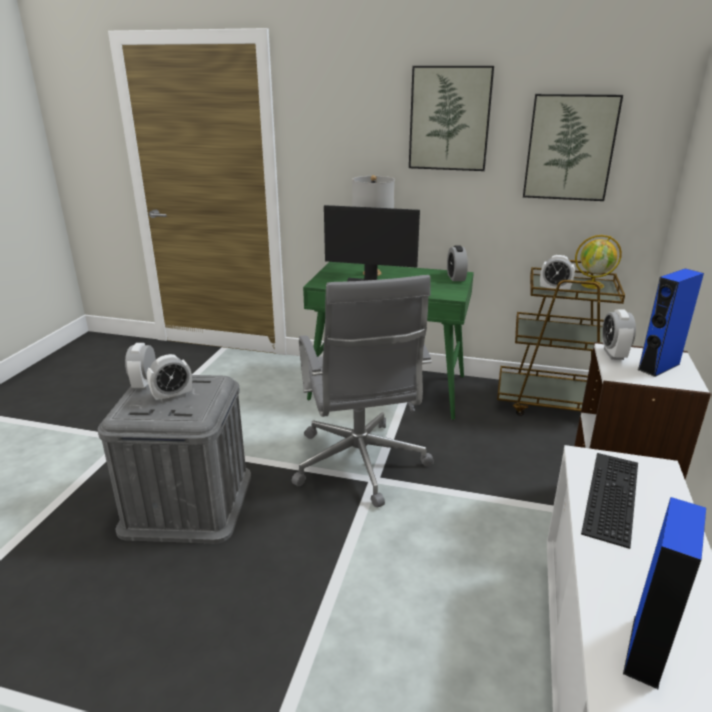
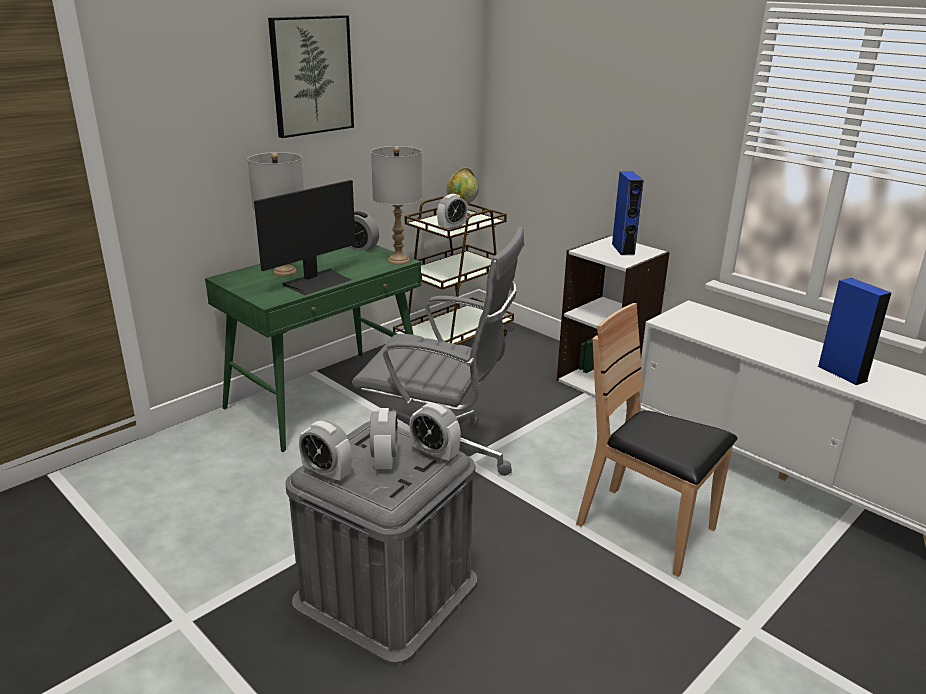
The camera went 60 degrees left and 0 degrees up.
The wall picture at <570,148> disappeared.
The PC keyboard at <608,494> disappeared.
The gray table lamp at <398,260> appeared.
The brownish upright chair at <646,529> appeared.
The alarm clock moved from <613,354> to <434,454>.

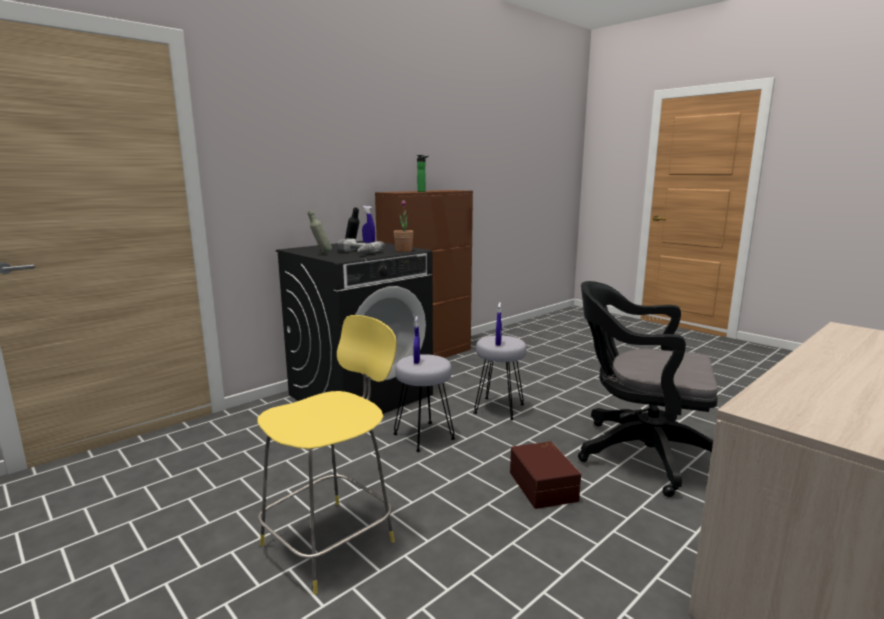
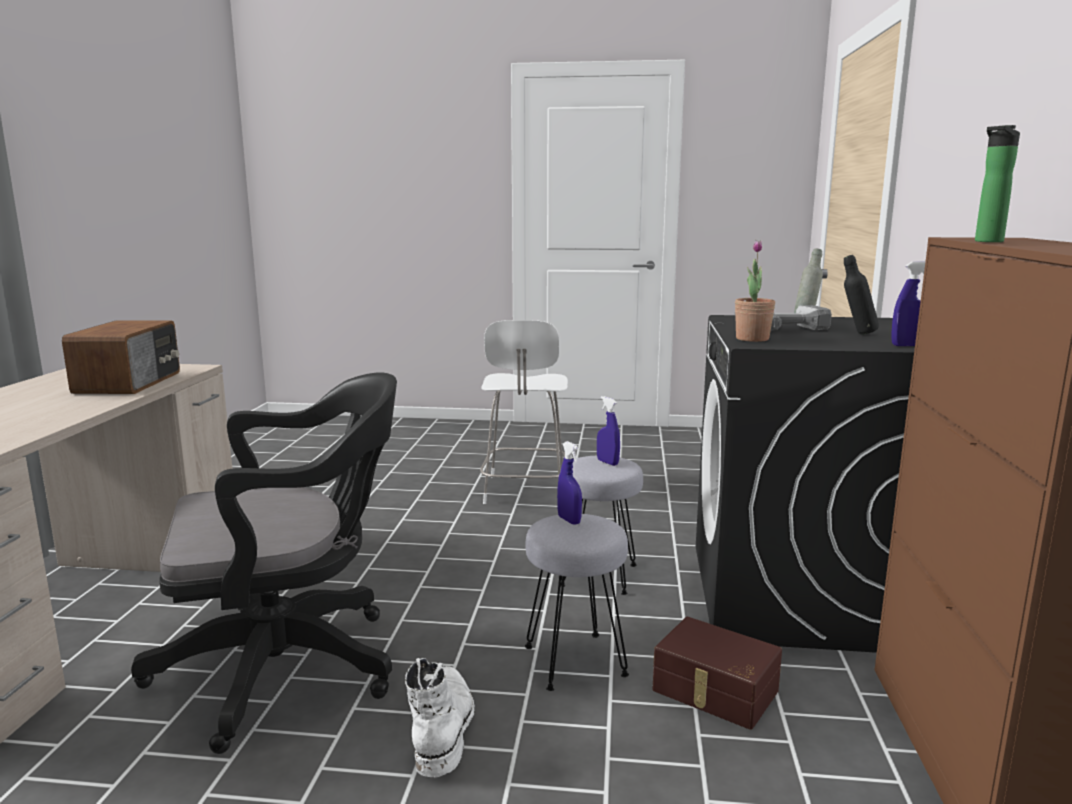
The camera went 140 degrees right and 0 degrees up.
The radio set at <130,382> appeared.
The whitish high-top boot at <443,727> appeared.
The brownish storage container moved from <544,486> to <714,692>.
The yellowish stool seat at <332,540> became the whitish stool seat at <525,491>.

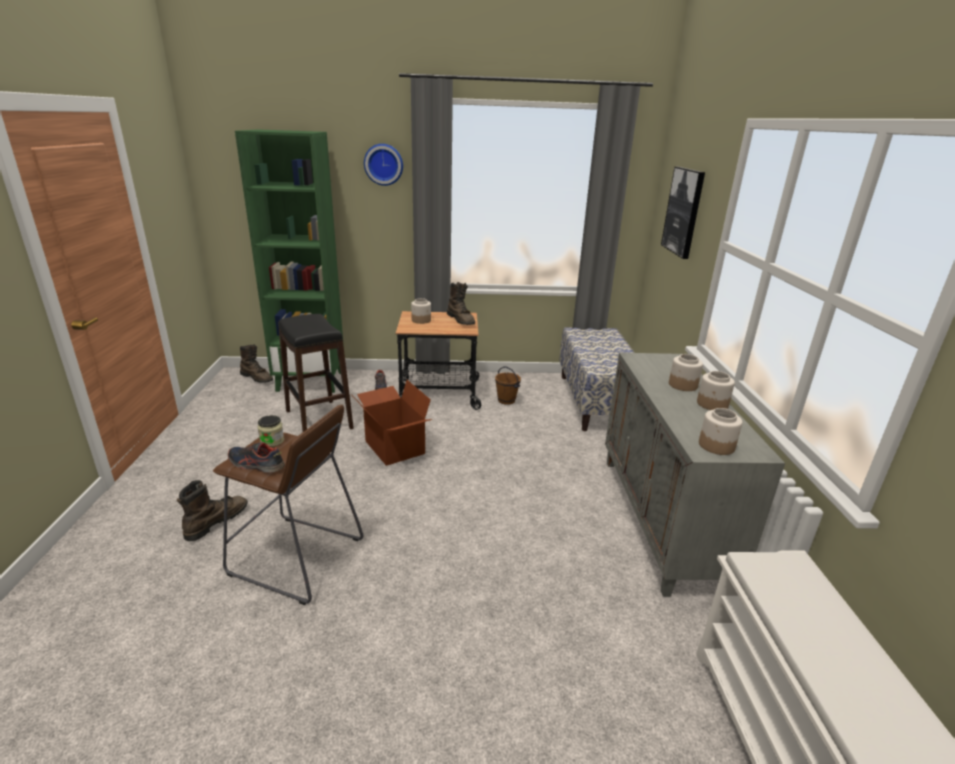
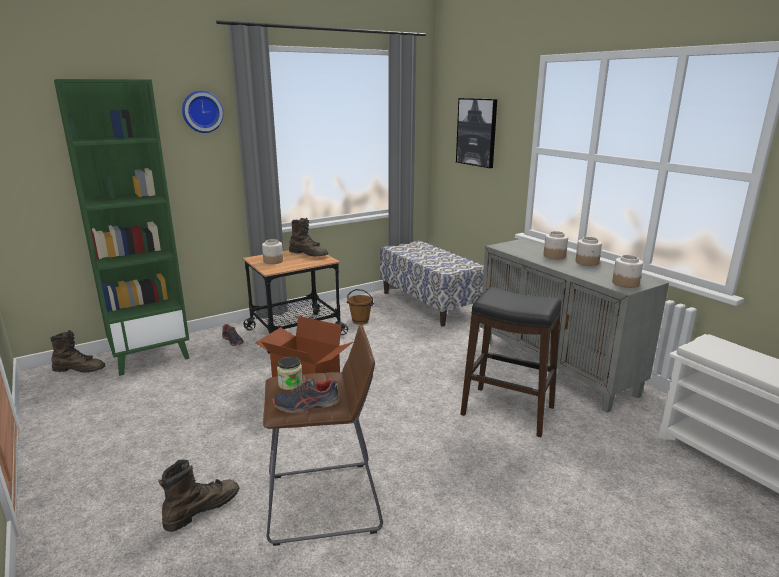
The camera went 30 degrees left and 5 degrees down.
The blackish stool seat moved from <319,420> to <508,411>.
The brownish high-top boot at <216,521> turned 45 degrees clockwise.

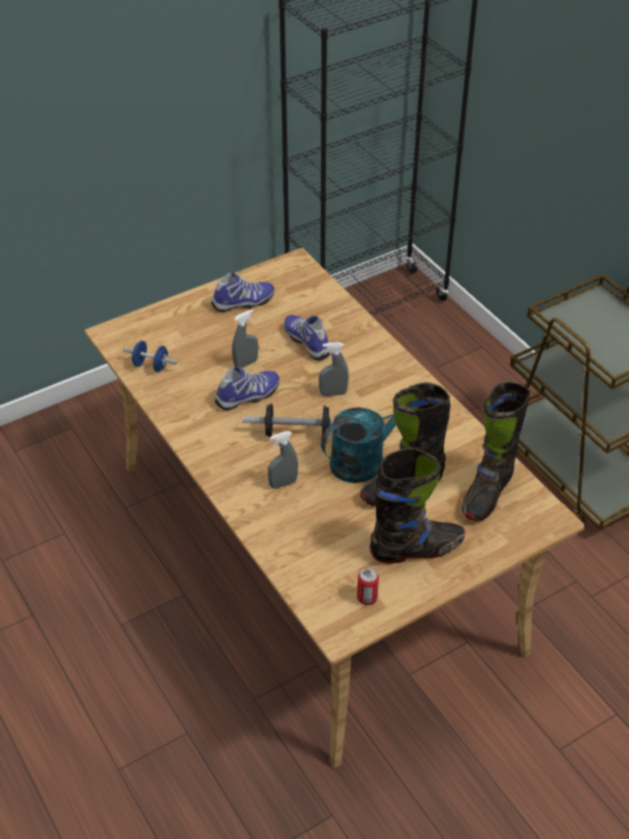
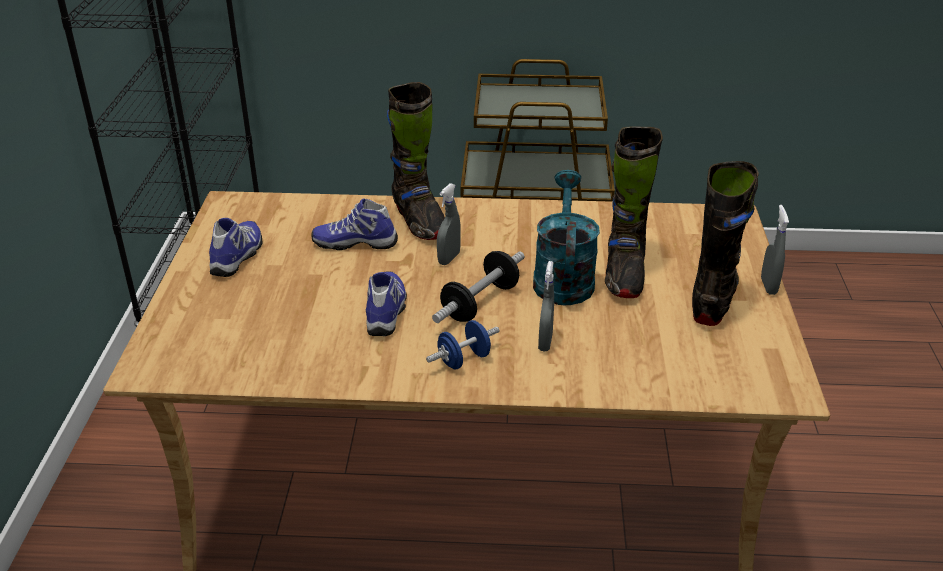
The camera went 55 degrees left and 10 degrees down.
The sealed can at <367,598> disappeared.
The bluish dumbbell moved from <151,366> to <464,360>.
The gray sprayer moved from <246,363> to <768,286>.
The blackish high-top boot moved from <487,493> to <419,221>.

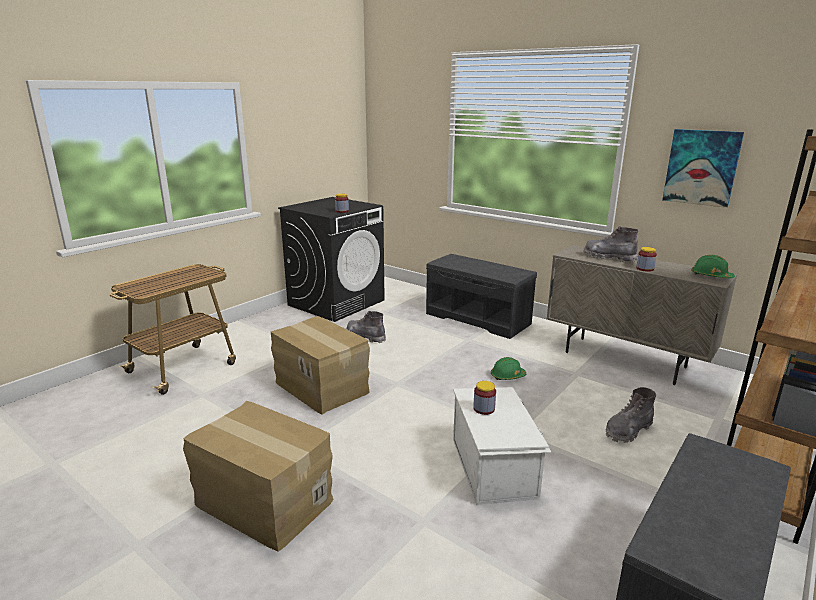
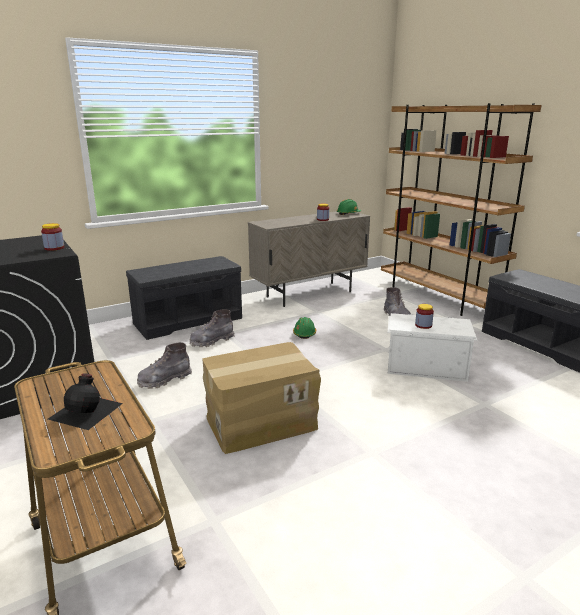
The camera went 70 degrees left and 0 degrees up.
The carton at <263,503> disappeared.
The wall picture at <701,167> disappeared.
The blackish drink bottle at <87,410> appeared.
The gray high-top boot moved from <609,257> to <212,341>.

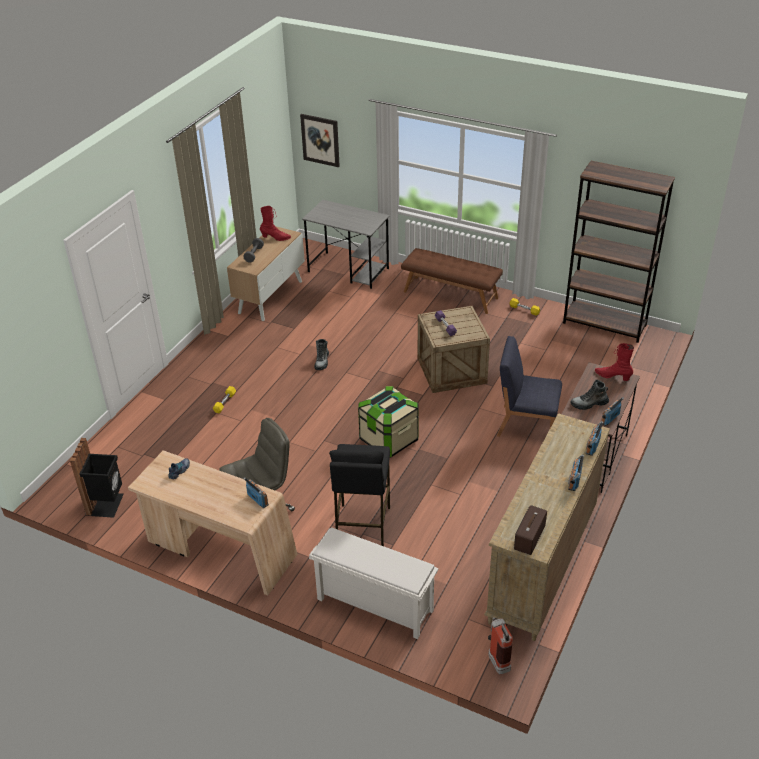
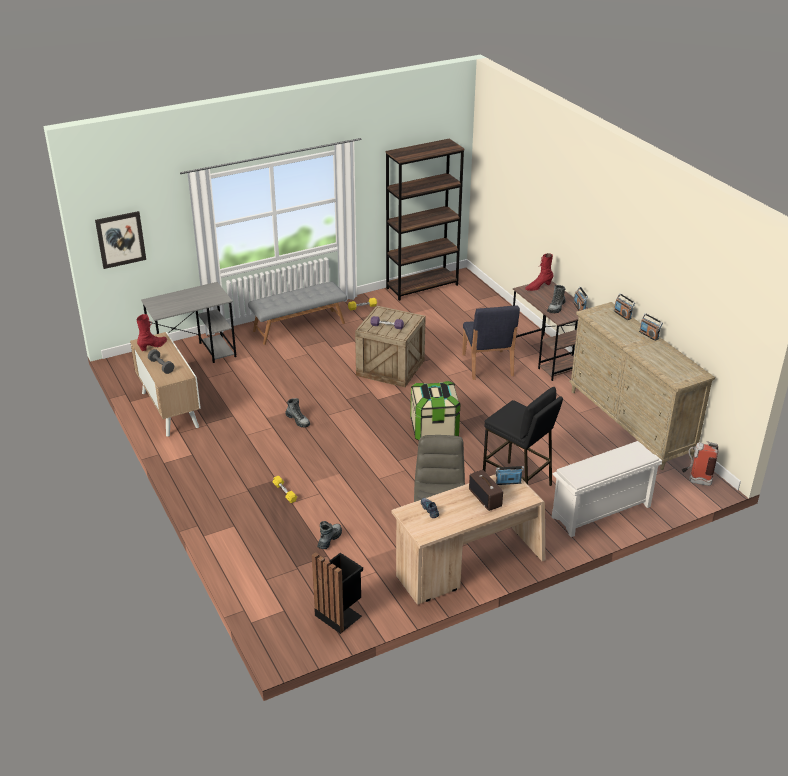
The camera went 55 degrees left and 5 degrees down.
The high-top boot at <329,539> appeared.
The radio set moved from <530,538> to <485,498>.
The brownish long seat at <451,294> became the gray long seat at <299,326>.
The bluish upright chair at <526,424> turned 60 degrees counterclockwise.

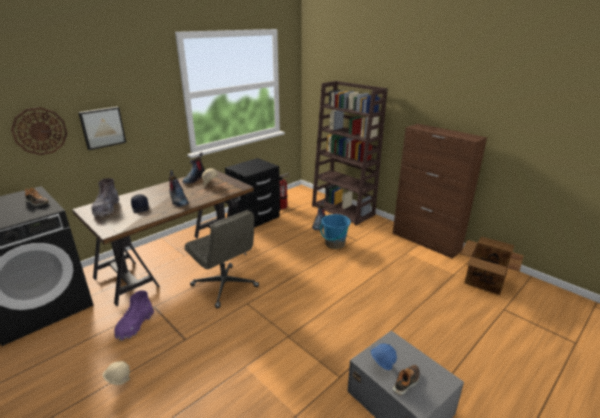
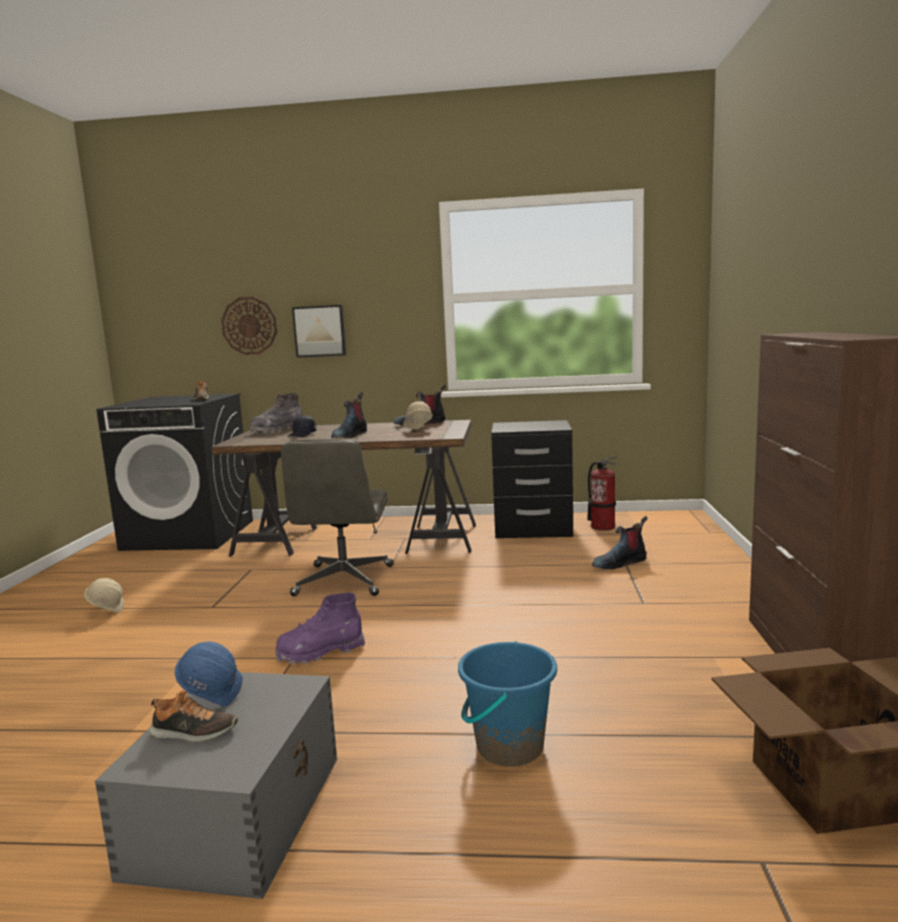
The camera went 50 degrees right and 15 degrees down.
The brownish bookcase at <343,210> disappeared.
The purple high-top boot moved from <135,325> to <320,652>.
The bluish water bucket moved from <334,243> to <509,746>.

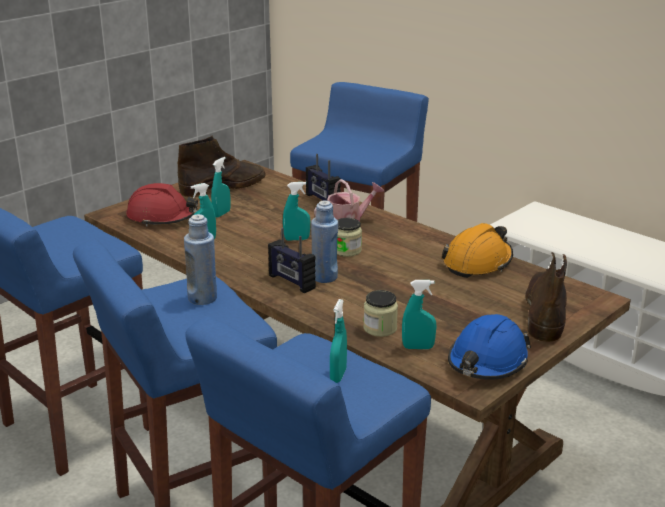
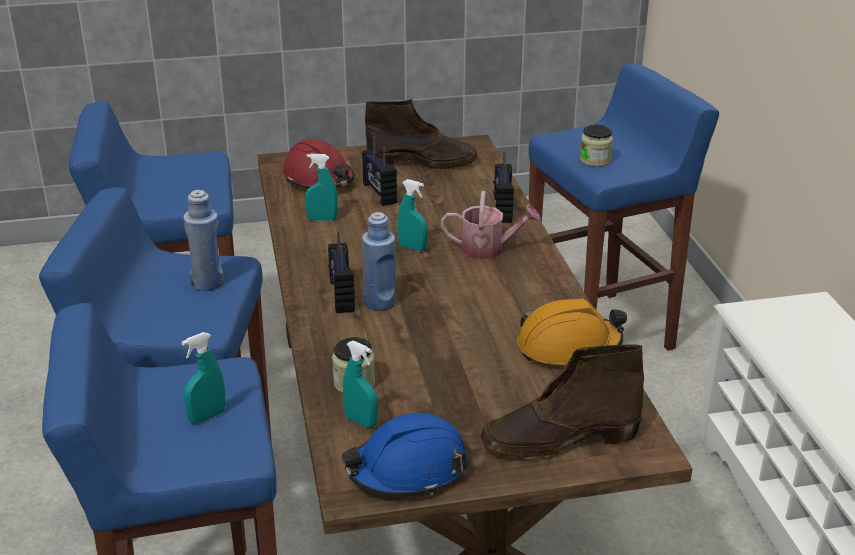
The camera went 35 degrees right and 5 degrees up.
The storage jar moved from <347,250> to <595,160>.
The turquoise-coloured sprayer at <221,214> was replaced by the radio set at <379,193>.
The brownish high-top boot at <545,312> turned 150 degrees counterclockwise.

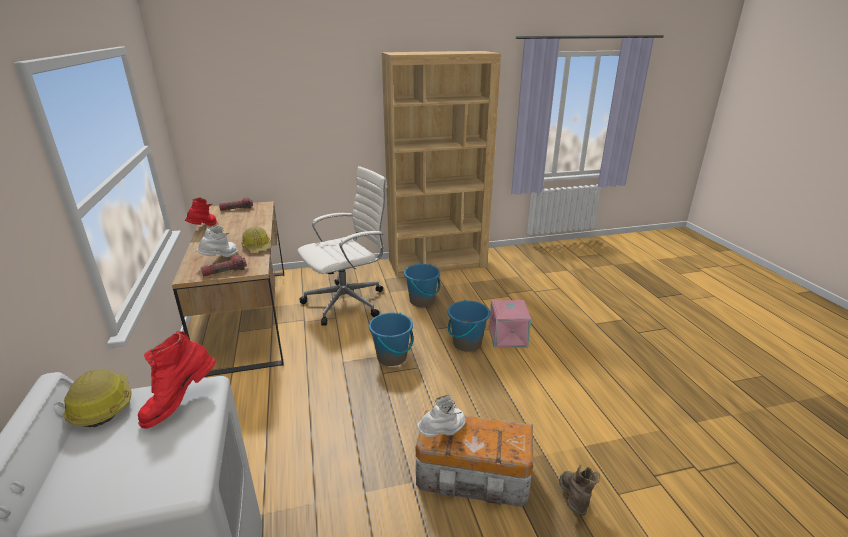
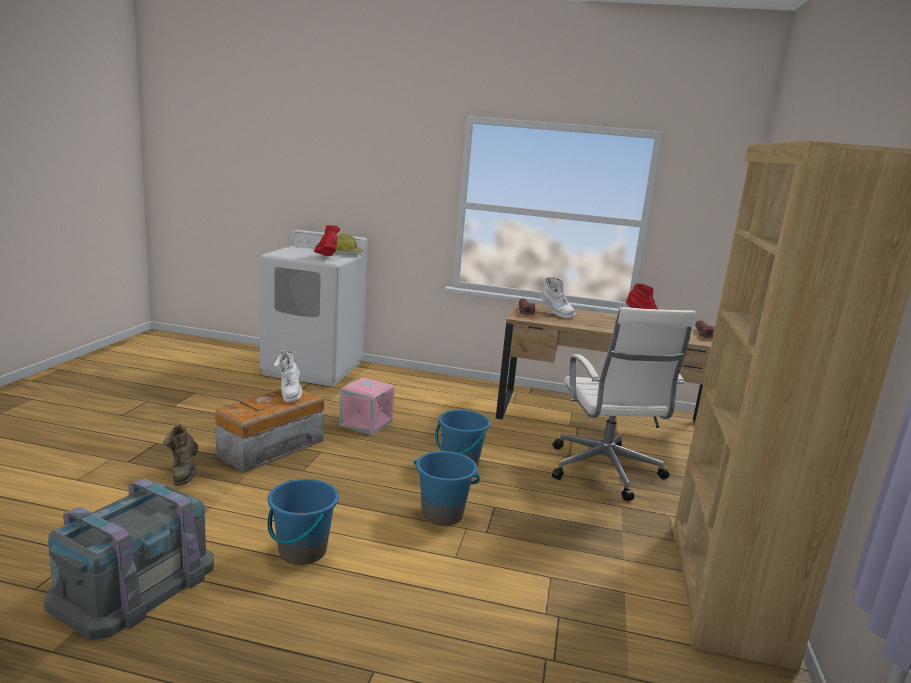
The camera went 115 degrees right and 10 degrees down.
The safety helmet at <257,247> disappeared.
The gray storage container at <134,583> appeared.
The bluish water bucket moved from <422,301> to <302,551>.
The pink storage container moved from <508,338> to <365,423>.
The brownish high-top boot at <574,502> turned 45 degrees clockwise.

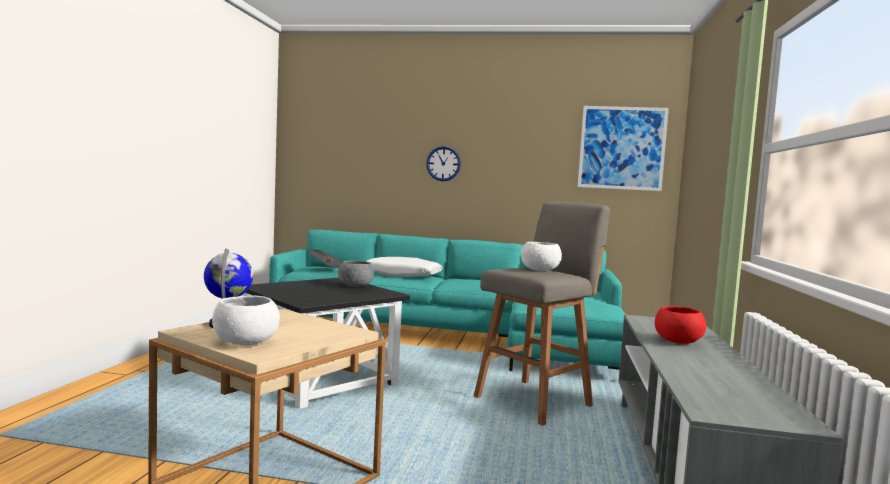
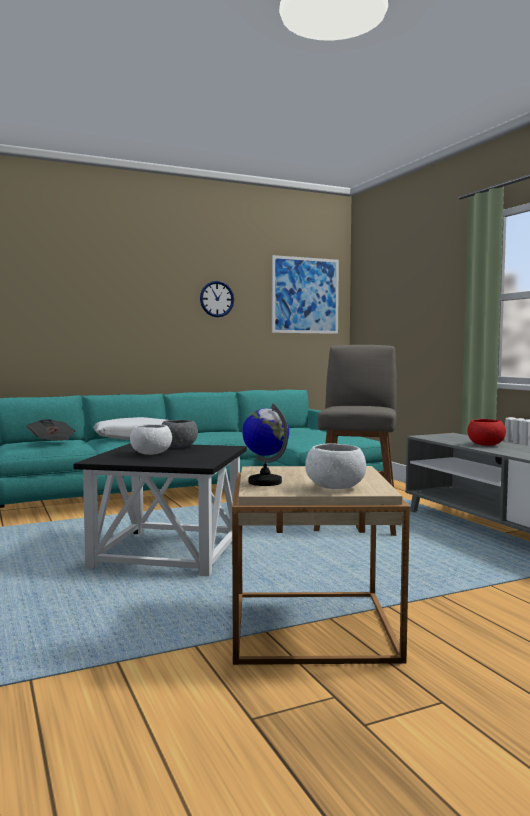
The camera went 35 degrees left and 0 degrees up.
The wall clock moved from <443,163> to <217,299>.
The whitish bowl moved from <540,270> to <151,453>.

